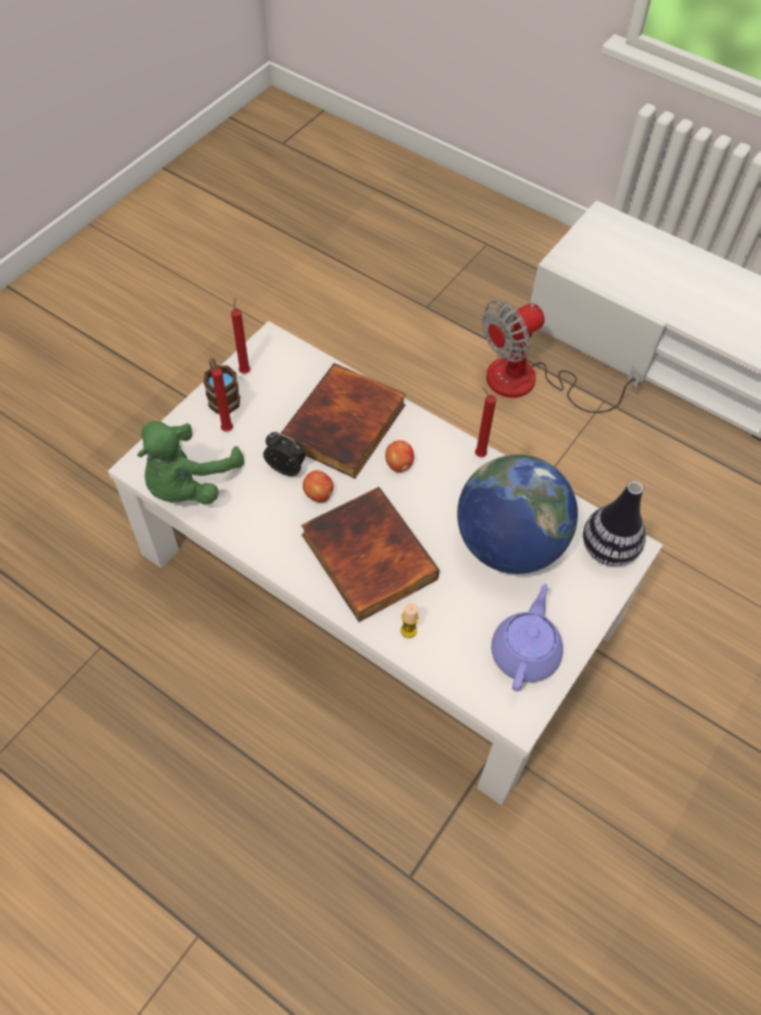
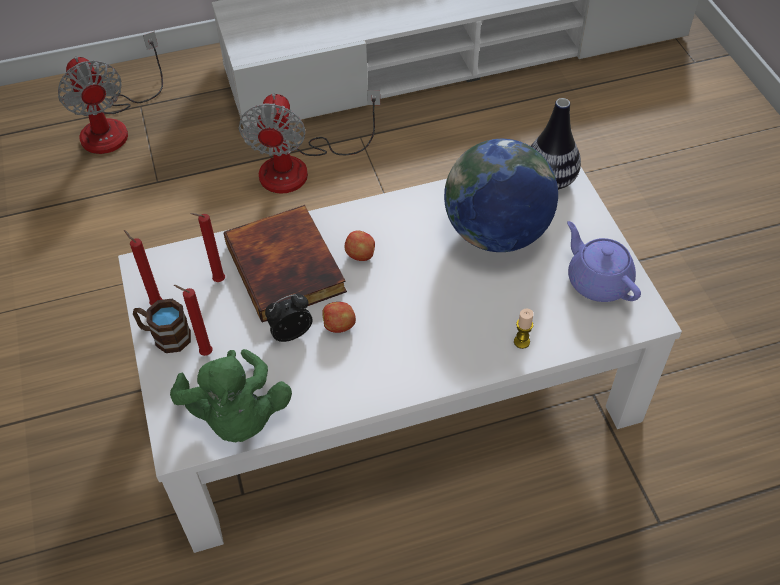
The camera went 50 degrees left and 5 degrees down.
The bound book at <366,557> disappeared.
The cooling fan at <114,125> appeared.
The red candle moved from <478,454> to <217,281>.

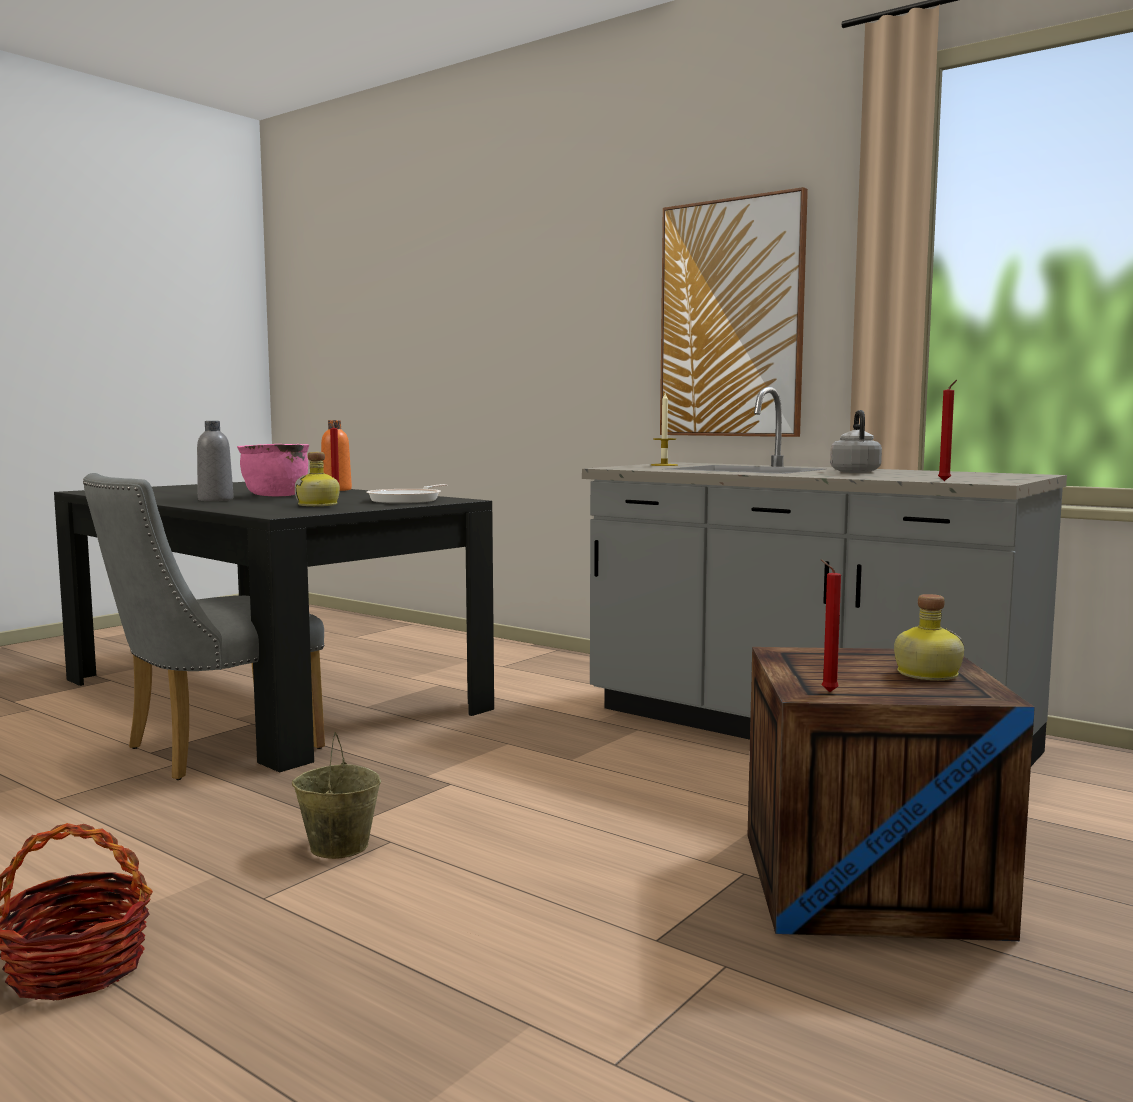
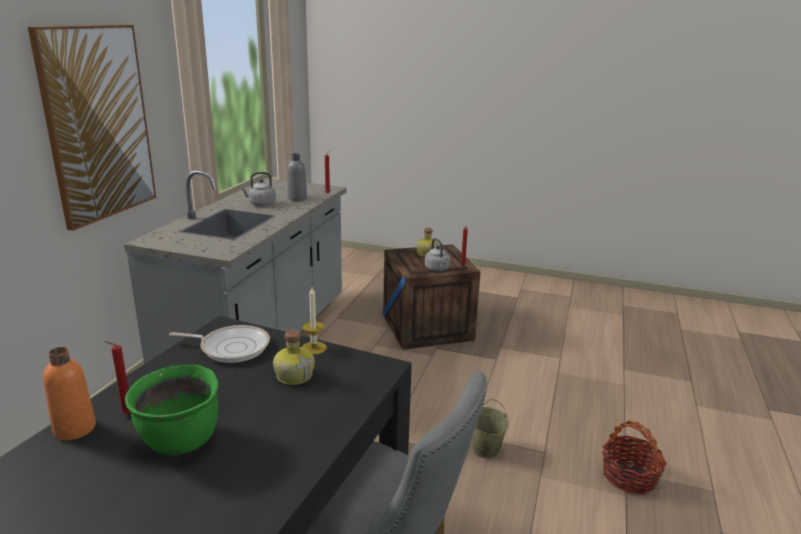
The camera went 110 degrees left and 15 degrees up.
The gray tea kettle at <437,269> appeared.
The gray drink bottle moved from <215,500> to <297,198>.
The candle moved from <664,465> to <314,348>.
The pink saucepot at <275,496> became the green-coloured saucepot at <180,441>.

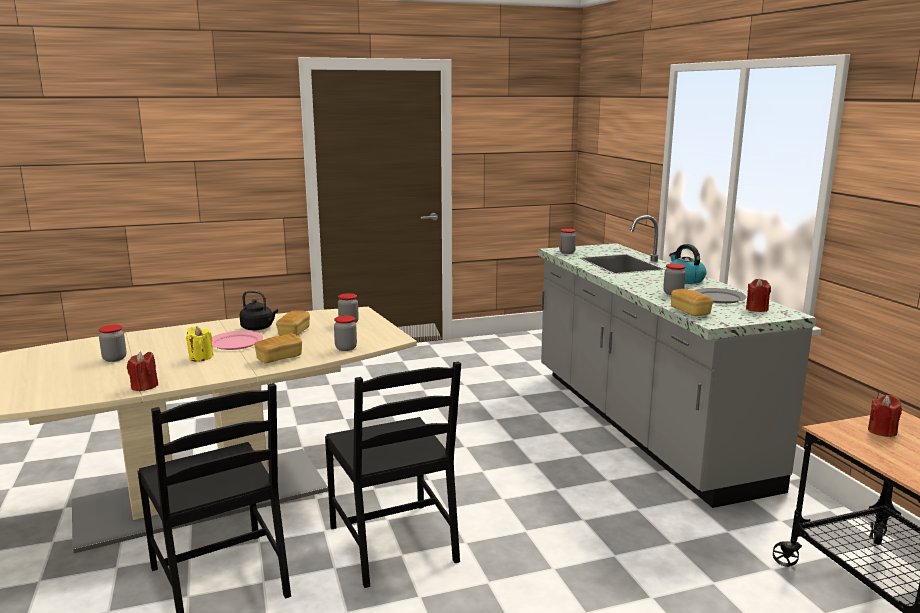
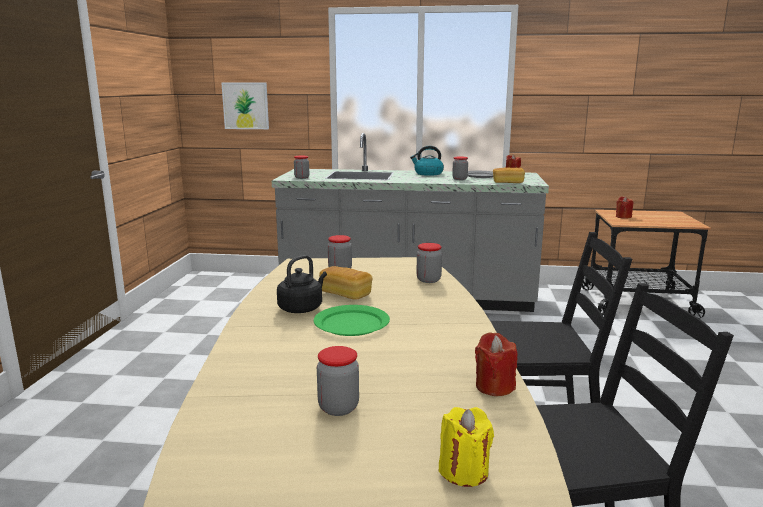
The camera went 65 degrees left and 0 degrees up.
The baked bread at <279,358> disappeared.
The wall picture at <245,106> appeared.
The yellowish candle moved from <200,357> to <464,471>.
The pink plate at <235,343> became the green-coloured plate at <351,324>.

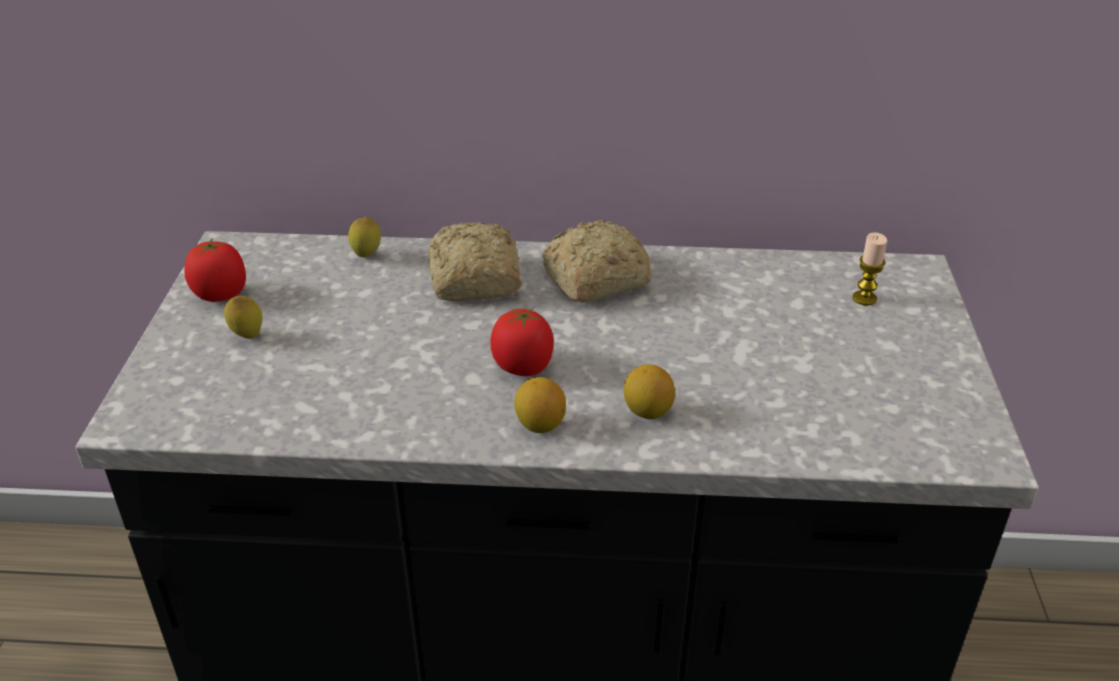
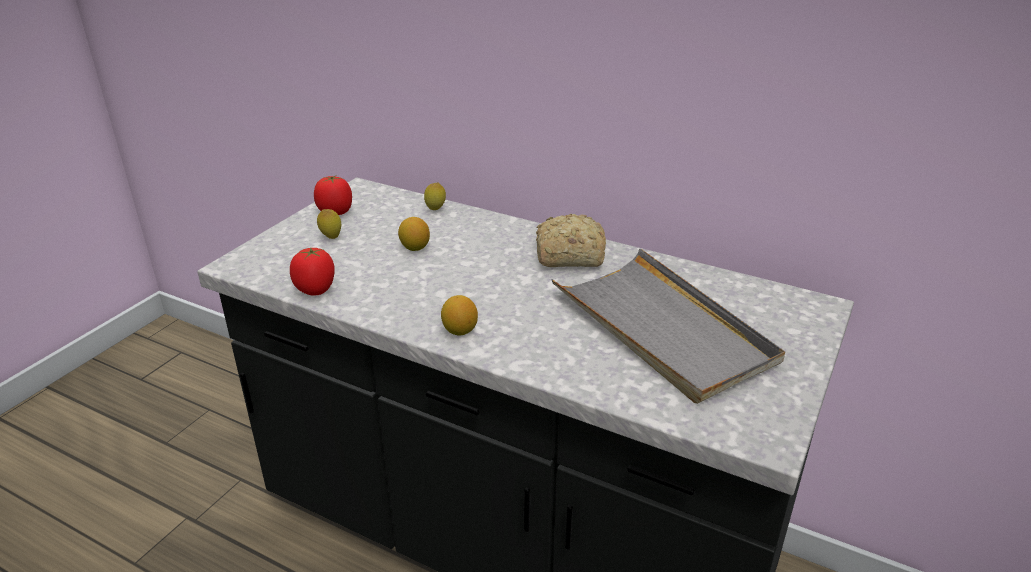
The camera went 25 degrees right and 5 degrees down.
The baked bread at <474,281> disappeared.
The candle at <864,298> disappeared.
The gray tray at <662,328> appeared.
The fresh tomato moved from <523,367> to <315,289>.
The whole lemon moved from <647,412> to <415,248>.

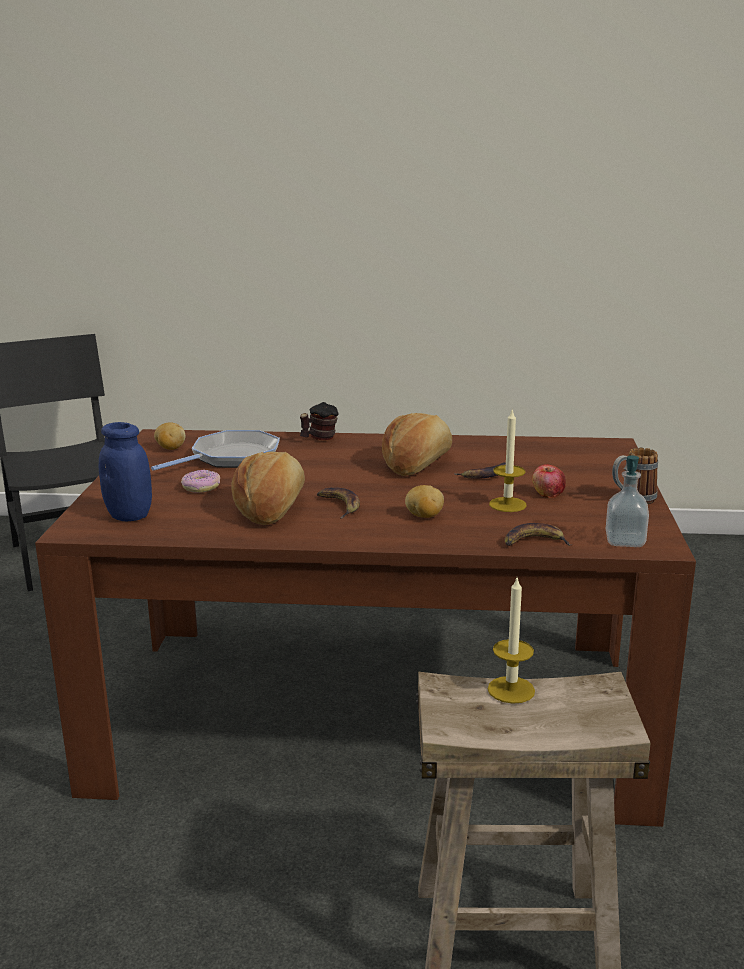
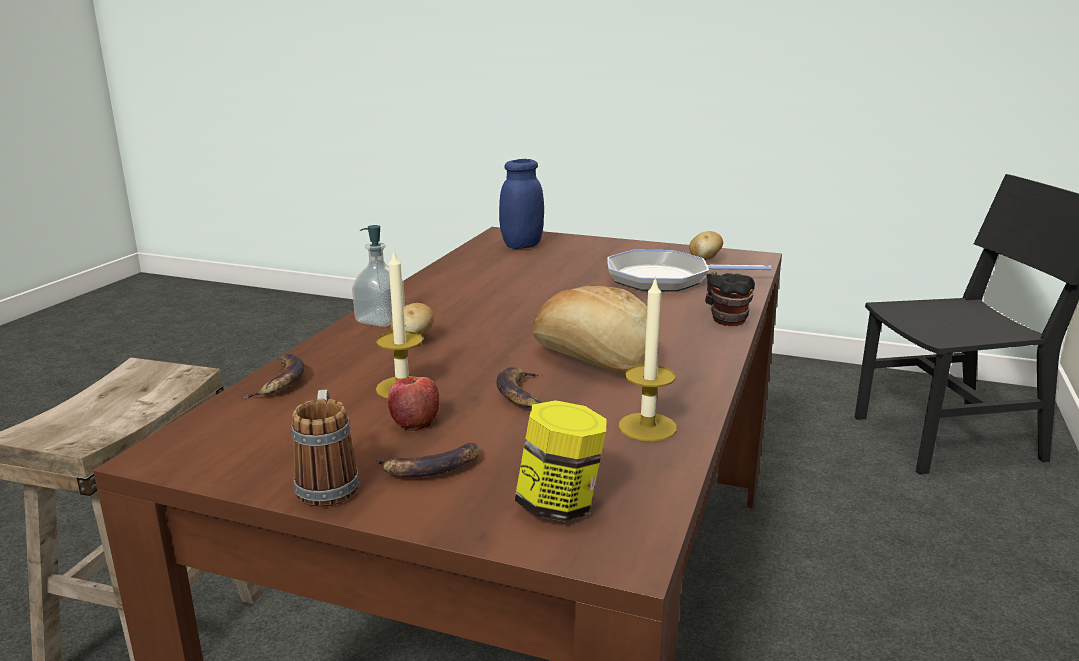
The camera went 105 degrees right and 0 degrees up.
The donut at <200,487> disappeared.
The baked bread at <271,508> disappeared.
The storage jar at <559,505> appeared.
The whole banana moved from <339,505> to <431,467>.
The candle moved from <511,690> to <647,427>.
The soap bottle moved from <625,541> to <380,320>.
The frying pan at <231,457> turned 120 degrees clockwise.

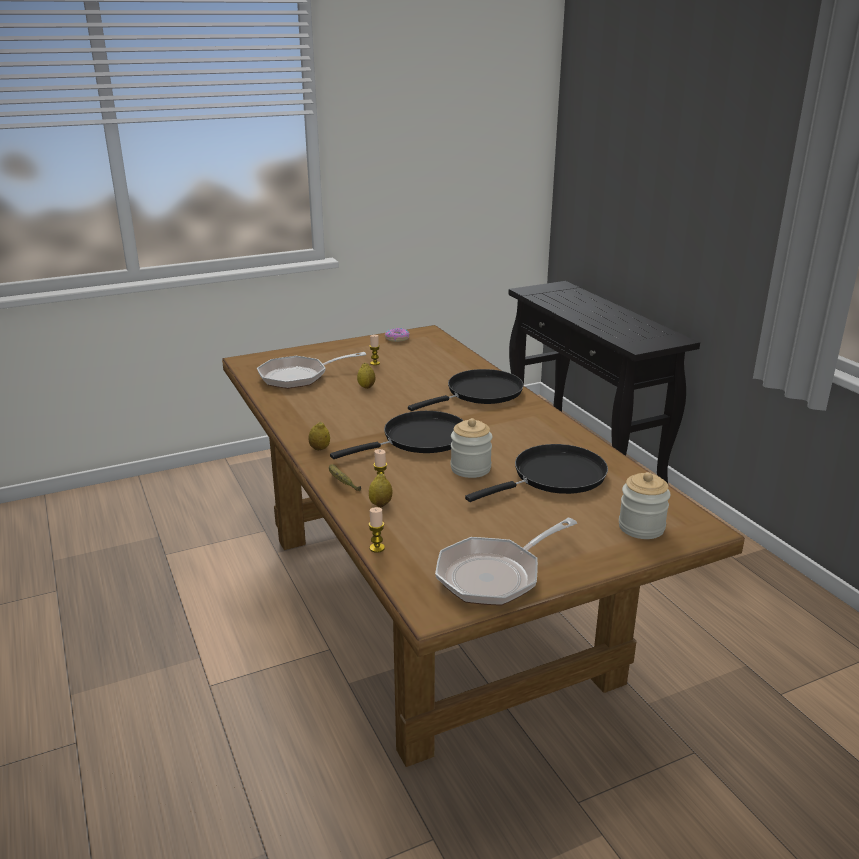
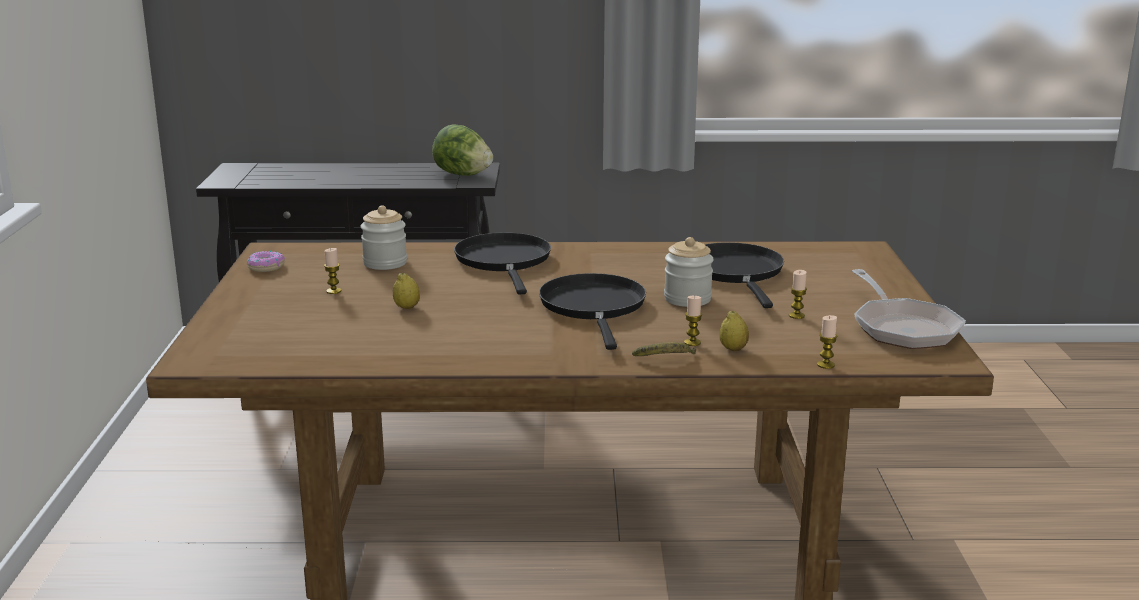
The camera went 65 degrees left and 5 degrees down.
The frying pan at <299,376> disappeared.
The whole lemon at <319,449> disappeared.
The lettuce head at <462,175> appeared.
The candle at <796,316> appeared.
The storage jar moved from <641,527> to <385,263>.

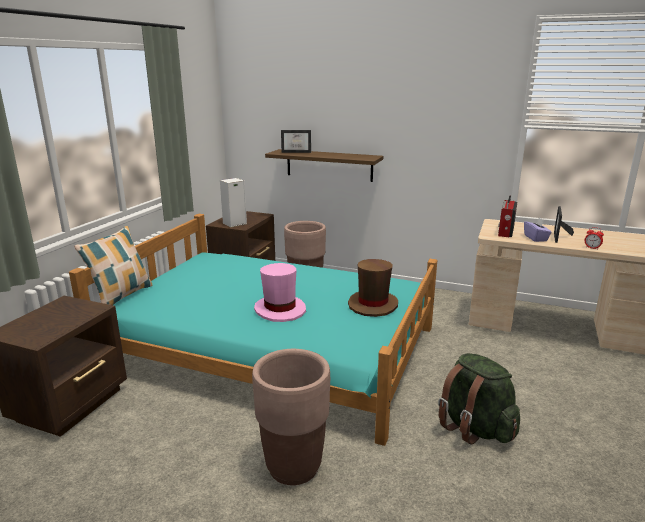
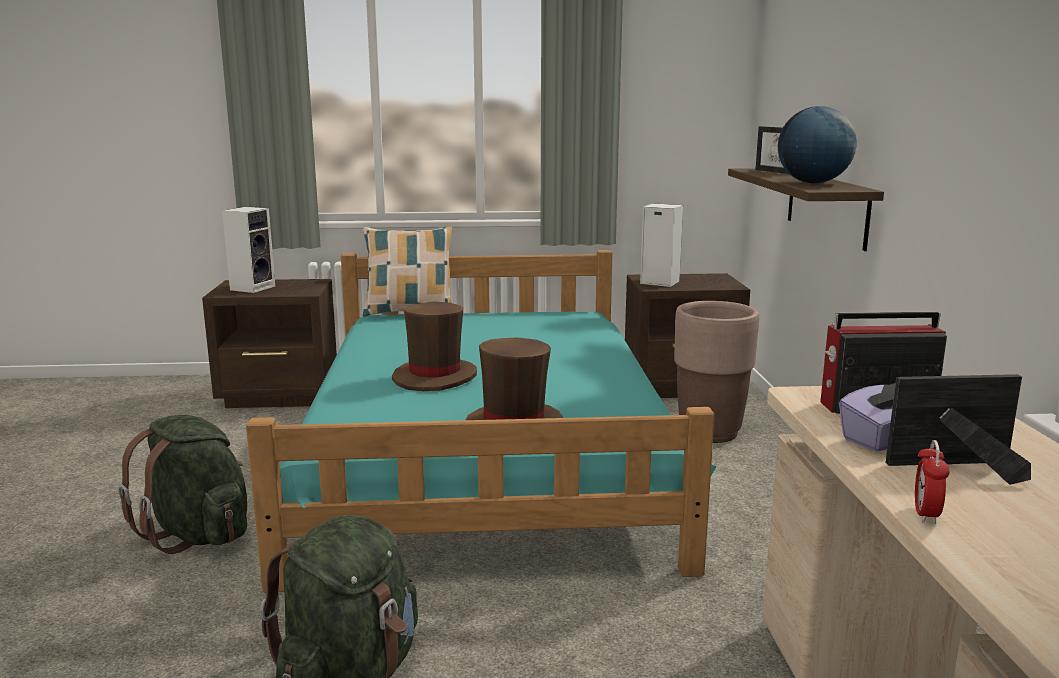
The camera went 65 degrees right and 5 degrees down.
The audio speaker at <253,287> appeared.
The globe at <813,183> appeared.
The brownish flower pot at <293,467> was replaced by the green-coloured backpack at <198,534>.
The pink wearable hat at <280,310> became the brownish wearable hat at <435,377>.

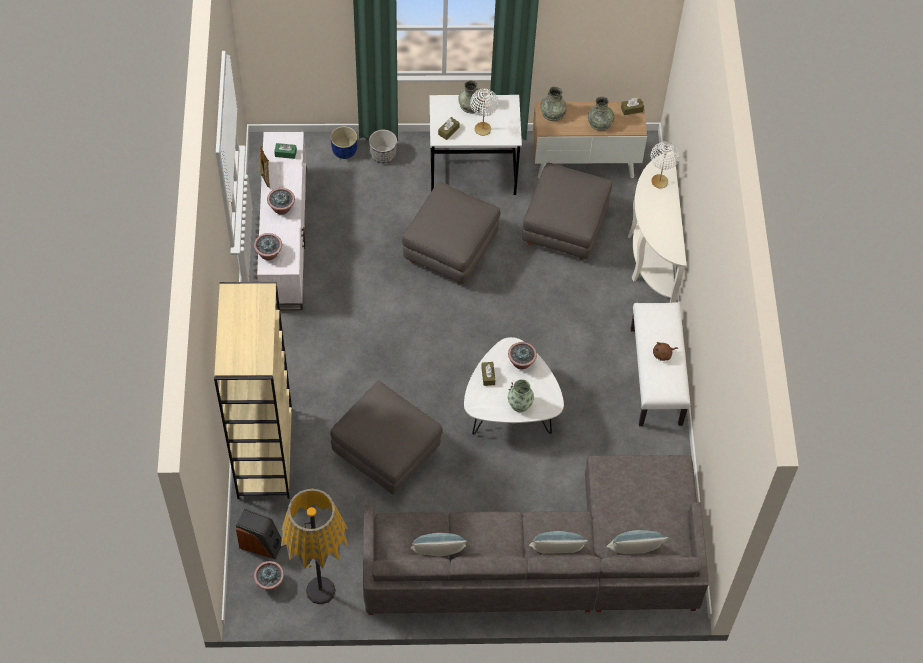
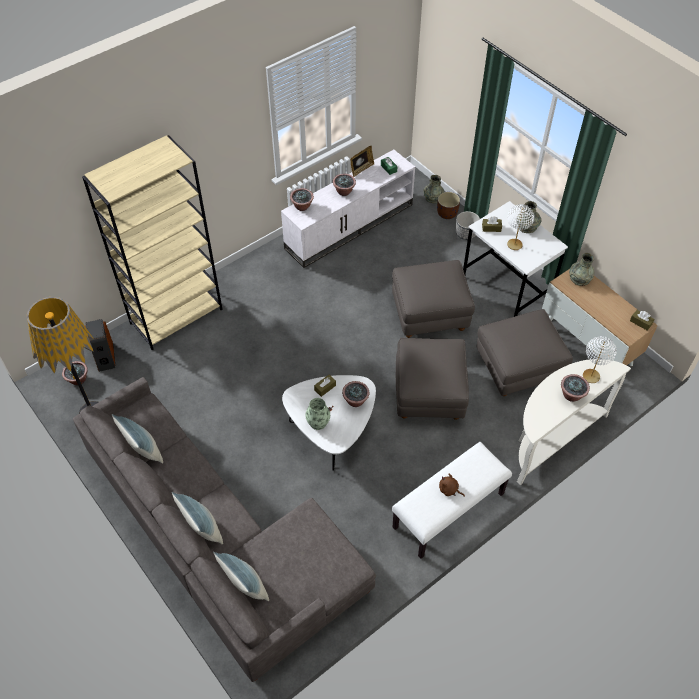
The camera went 55 degrees right and 5 degrees down.
The plant in a pot at <571,395> appeared.
The gray pouffe moved from <387,452> to <429,394>.
The gray vase moved from <600,123> to <433,198>.
The bluish flower pot at <345,151> became the brownish flower pot at <447,213>.

